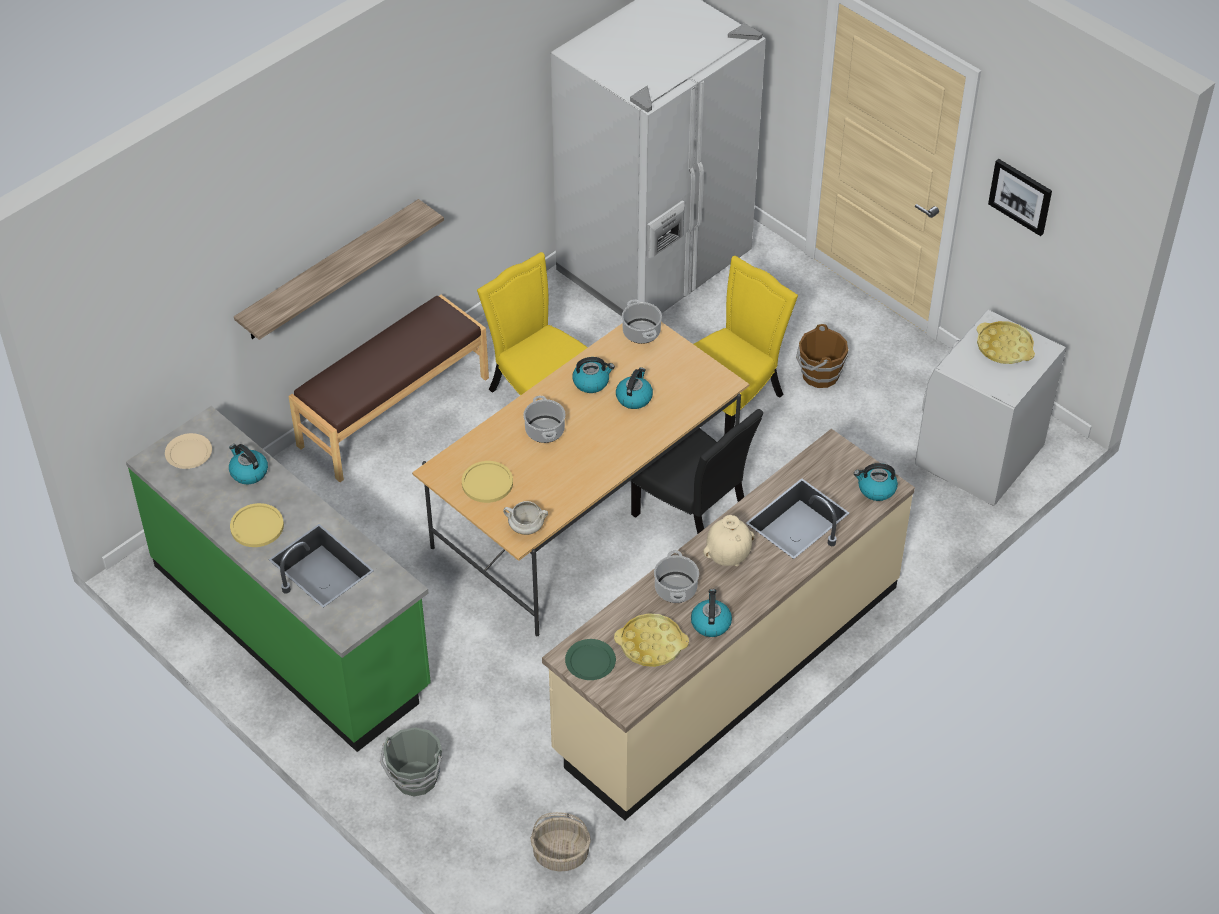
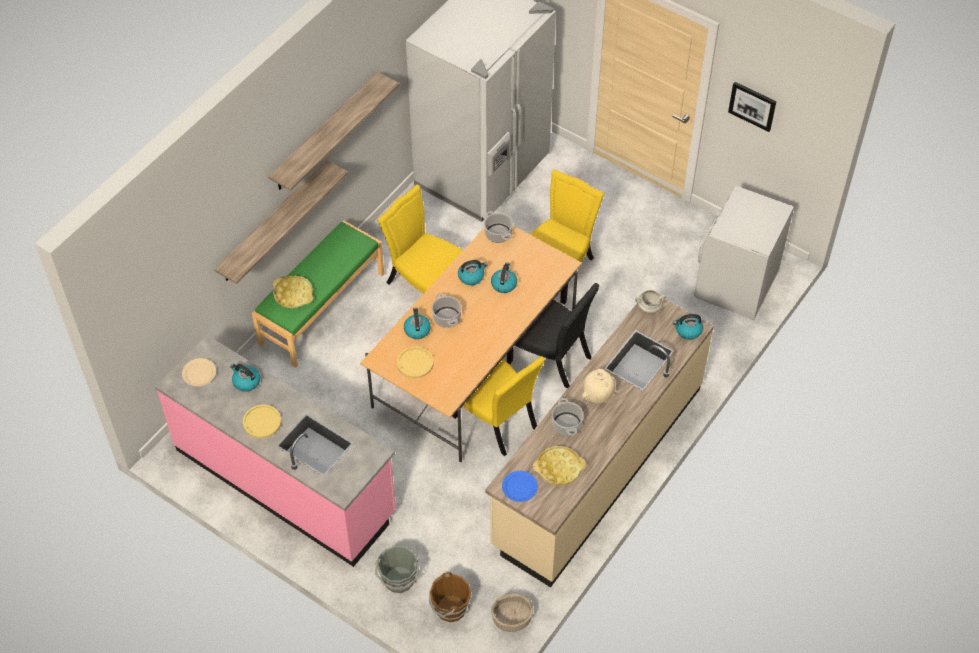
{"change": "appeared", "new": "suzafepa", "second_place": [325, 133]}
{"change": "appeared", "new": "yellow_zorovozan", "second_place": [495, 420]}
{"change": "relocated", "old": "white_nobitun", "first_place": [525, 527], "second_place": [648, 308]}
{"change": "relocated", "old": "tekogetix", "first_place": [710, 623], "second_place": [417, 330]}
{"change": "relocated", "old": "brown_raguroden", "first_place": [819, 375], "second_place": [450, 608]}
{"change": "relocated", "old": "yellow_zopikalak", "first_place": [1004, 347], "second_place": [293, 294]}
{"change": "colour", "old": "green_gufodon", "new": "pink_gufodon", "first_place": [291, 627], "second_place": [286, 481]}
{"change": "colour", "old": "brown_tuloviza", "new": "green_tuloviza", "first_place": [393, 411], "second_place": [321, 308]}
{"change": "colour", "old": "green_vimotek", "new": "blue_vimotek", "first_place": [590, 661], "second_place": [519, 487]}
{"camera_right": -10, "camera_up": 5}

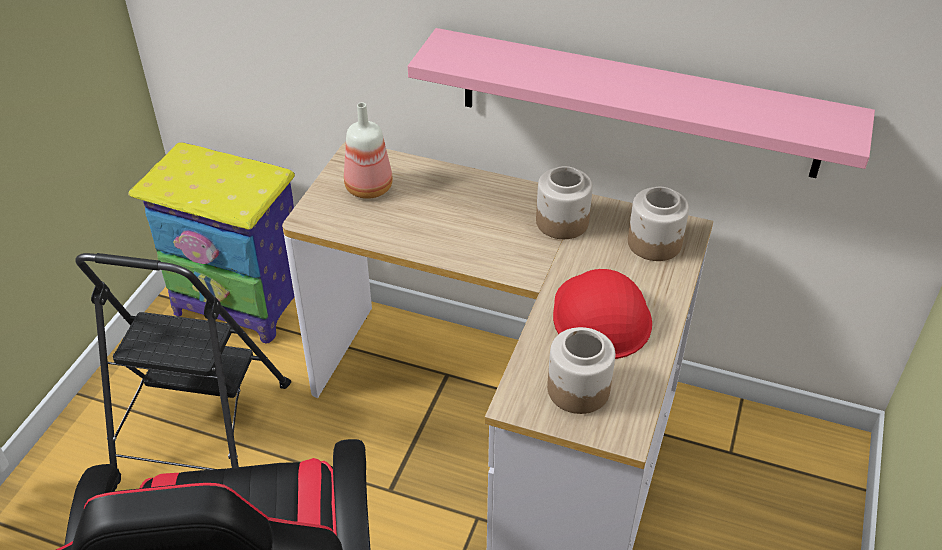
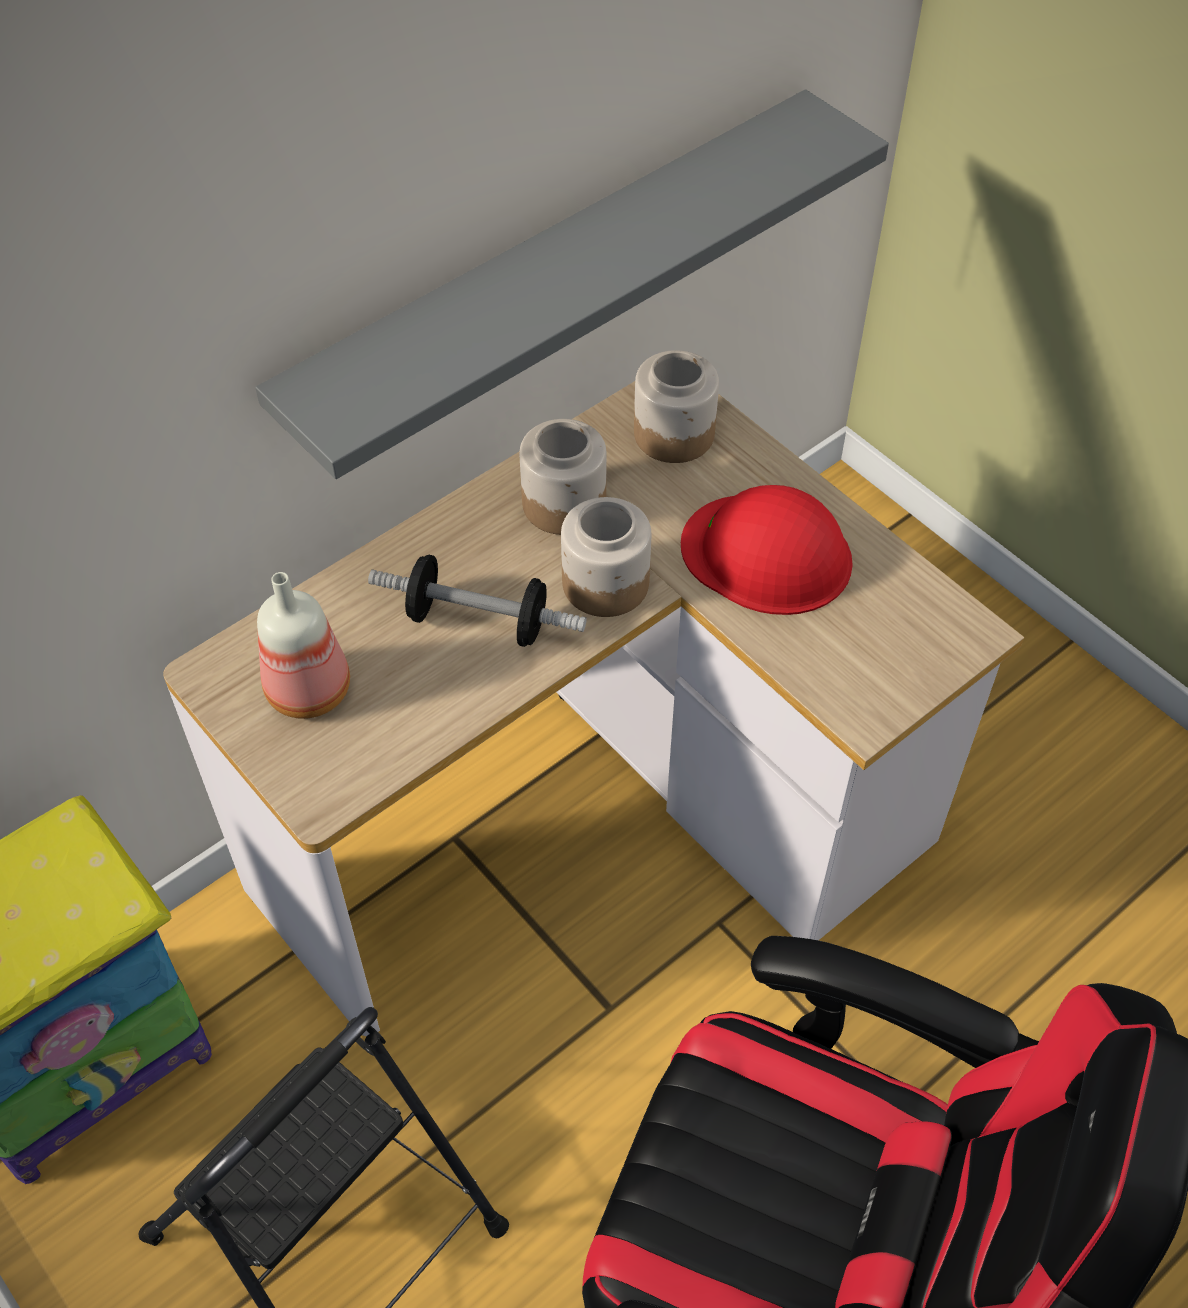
{"change": "appeared", "new": "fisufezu", "second_place": [478, 621]}
{"change": "relocated", "old": "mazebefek", "first_place": [577, 389], "second_place": [604, 583]}
{"change": "colour", "old": "pink_suzafepa", "new": "grey_suzafepa", "first_place": [638, 103], "second_place": [554, 280]}
{"camera_right": -60, "camera_up": 10}

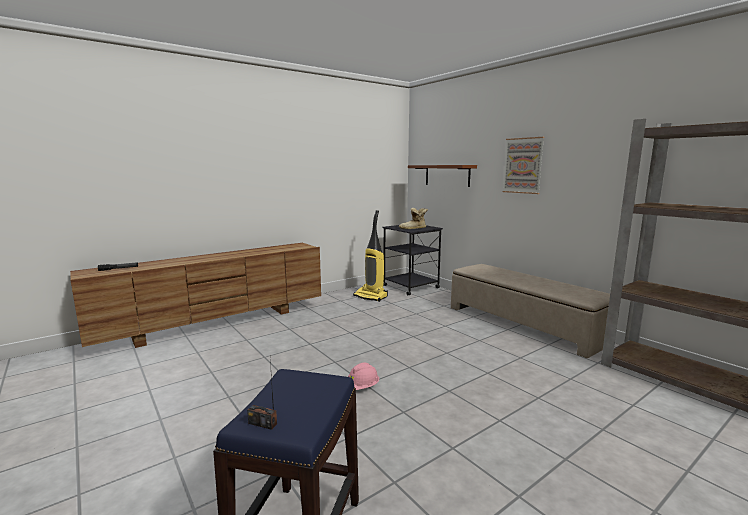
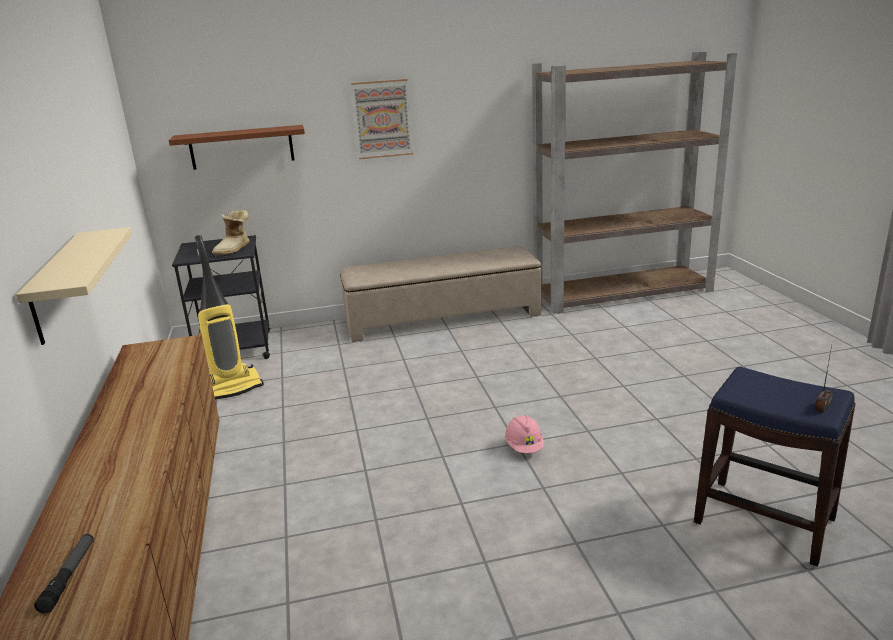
{"change": "appeared", "new": "beige_suzafepa", "second_place": [58, 286]}
{"camera_right": -65, "camera_up": 10}

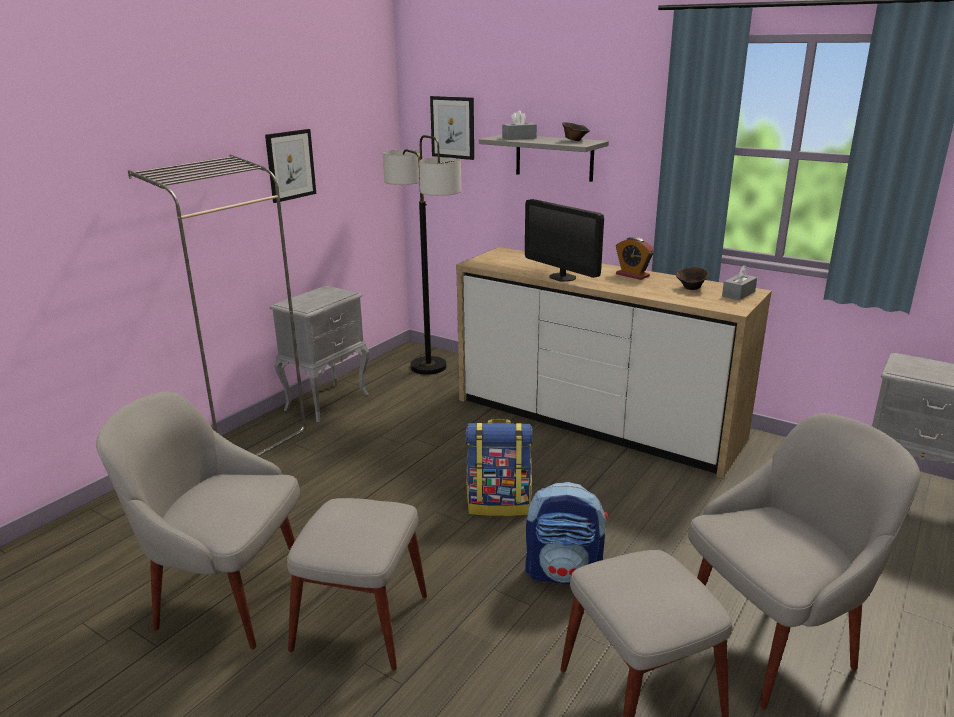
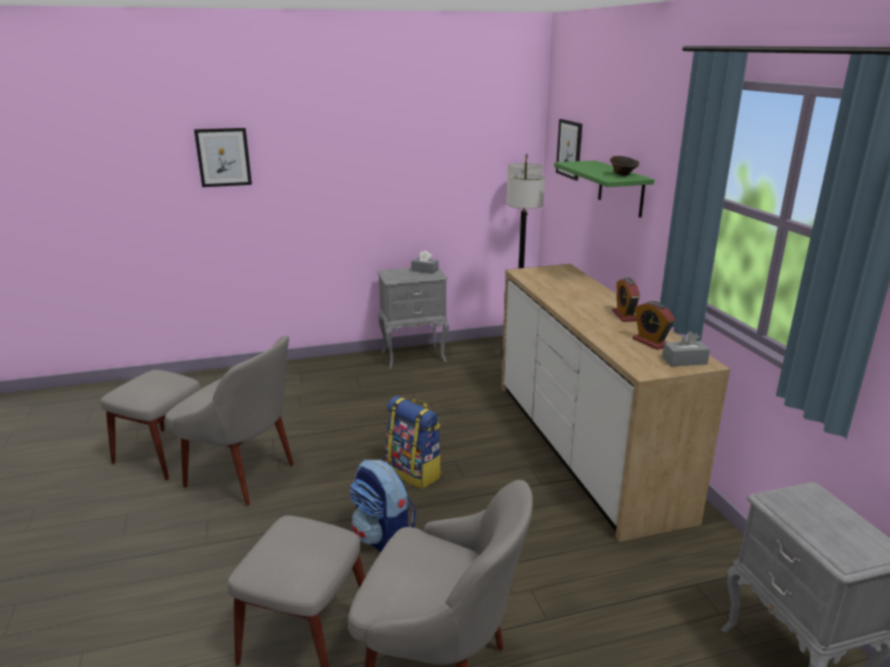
{"change": "missing", "old": "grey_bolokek", "first_place": [248, 443]}
{"change": "missing", "old": "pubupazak", "first_place": [562, 277]}
{"change": "relocated", "old": "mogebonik", "first_place": [290, 165], "second_place": [223, 157]}
{"change": "relocated", "old": "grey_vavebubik", "first_place": [519, 138], "second_place": [424, 270]}
{"change": "exchanged", "old": "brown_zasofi", "new": "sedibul", "first_place": [691, 288], "second_place": [650, 342]}
{"change": "colour", "old": "grey_suzafepa", "new": "green_suzafepa", "first_place": [554, 157], "second_place": [621, 188]}
{"change": "spun", "old": "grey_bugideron", "first_place": [275, 609], "second_place": [213, 468], "degrees": 150}
{"camera_right": 40, "camera_up": 0}

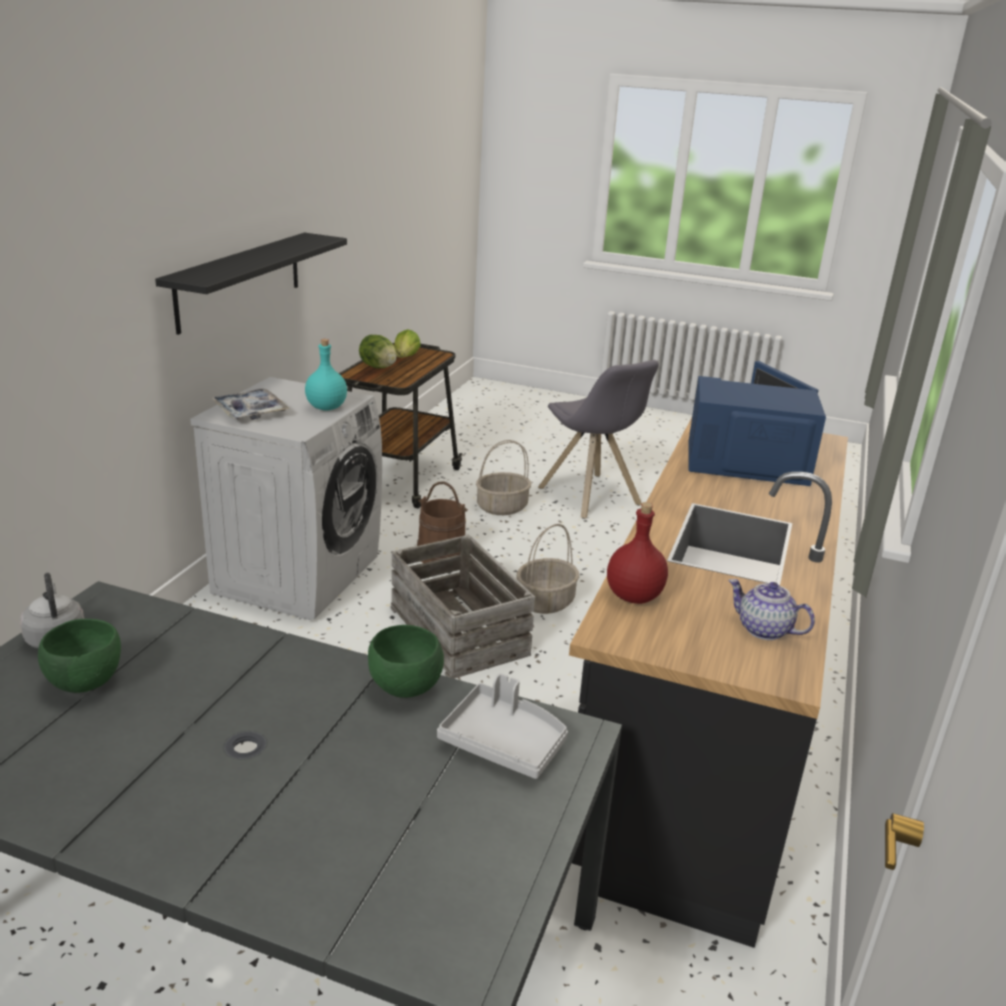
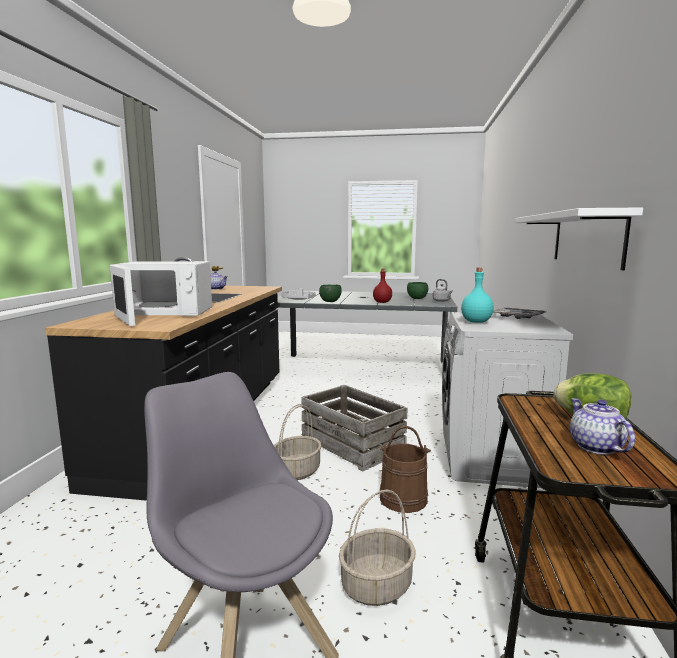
{"change": "relocated", "old": "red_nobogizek", "first_place": [634, 597], "second_place": [382, 302]}
{"change": "exchanged", "old": "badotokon", "new": "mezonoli", "first_place": [405, 358], "second_place": [595, 447]}
{"change": "colour", "old": "black_suzafepa", "new": "white_suzafepa", "first_place": [240, 280], "second_place": [586, 239]}
{"change": "colour", "old": "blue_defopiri", "new": "white_defopiri", "first_place": [749, 462], "second_place": [163, 313]}
{"camera_right": 170, "camera_up": -15}

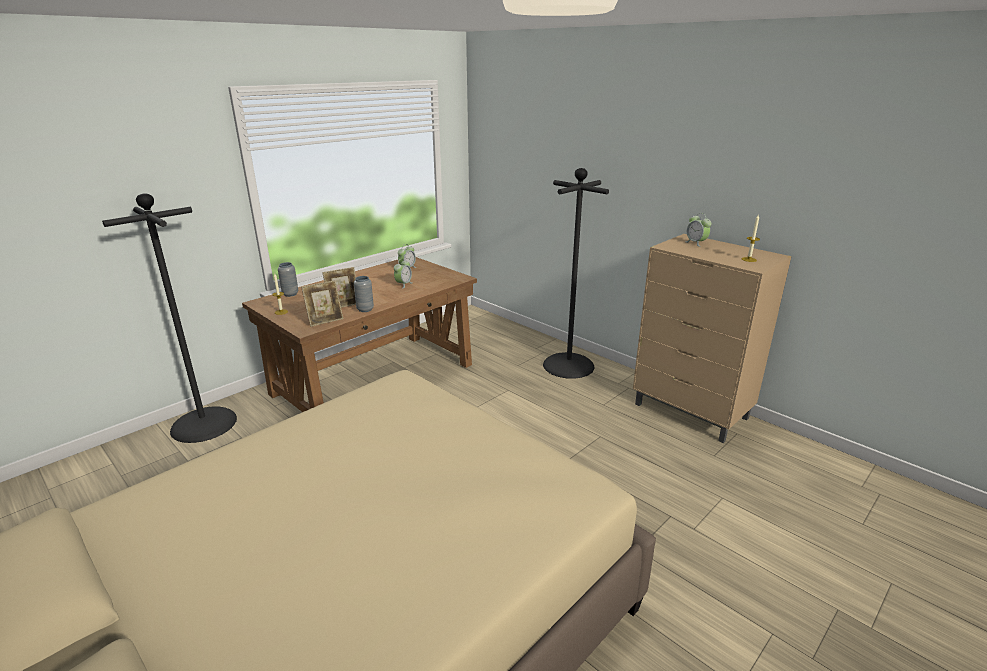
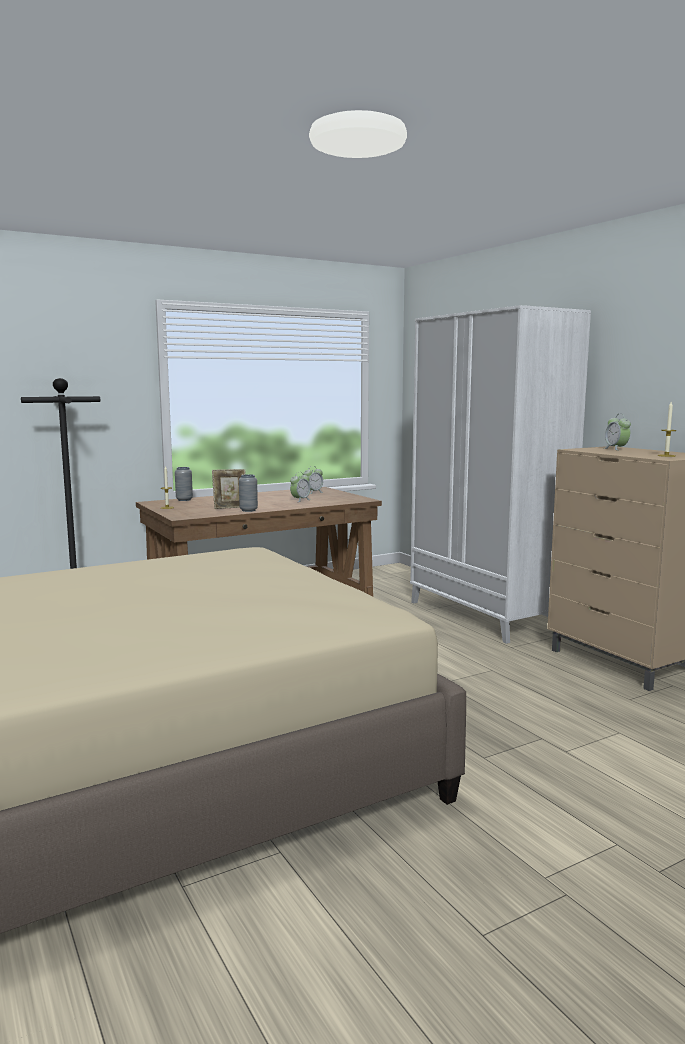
{"change": "missing", "old": "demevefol", "first_place": [325, 320]}
{"change": "exchanged", "old": "black_bolokek", "new": "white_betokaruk", "first_place": [568, 365], "second_place": [487, 615]}
{"camera_right": 15, "camera_up": -15}

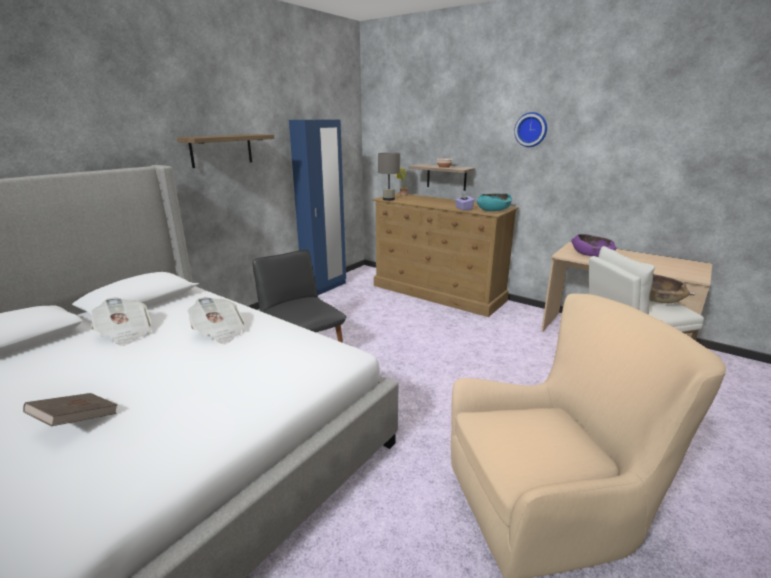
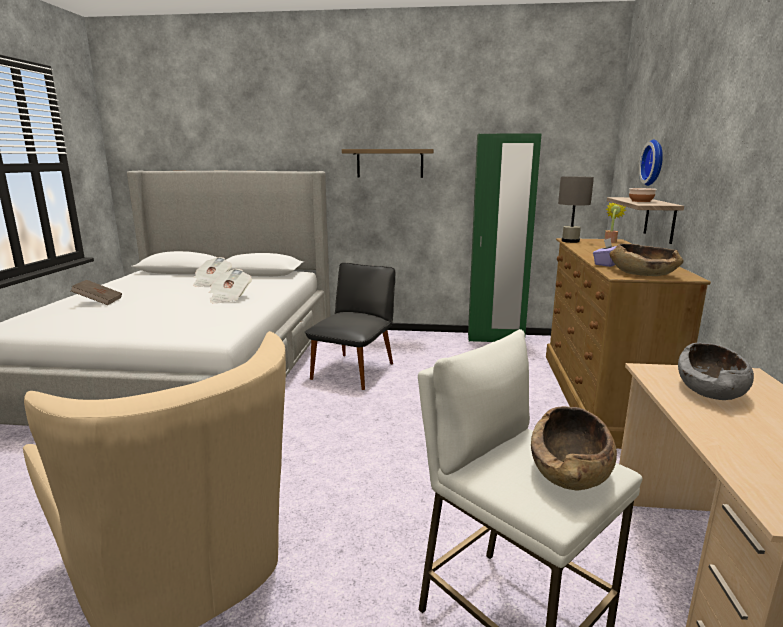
{"change": "relocated", "old": "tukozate", "first_place": [531, 129], "second_place": [655, 162]}
{"change": "colour", "old": "blue_betokaruk", "new": "green_betokaruk", "first_place": [325, 288], "second_place": [495, 338]}
{"change": "colour", "old": "turquoise_zasofi", "new": "brown_zasofi", "first_place": [493, 210], "second_place": [643, 273]}
{"change": "colour", "old": "purple_zasofi", "new": "grey_zasofi", "first_place": [591, 254], "second_place": [710, 390]}
{"camera_right": 60, "camera_up": -5}

